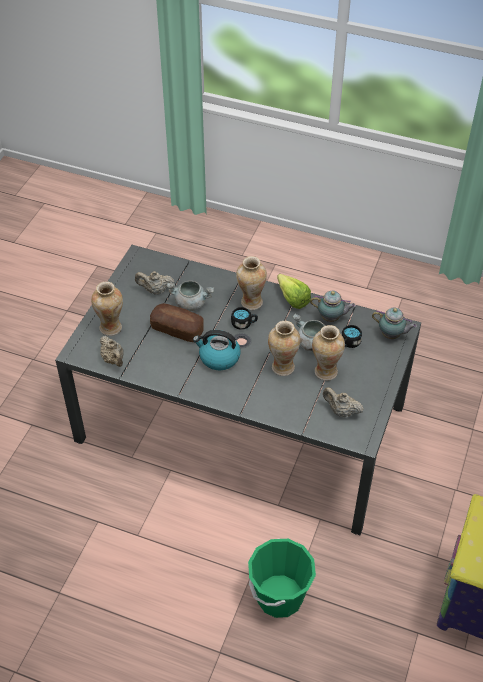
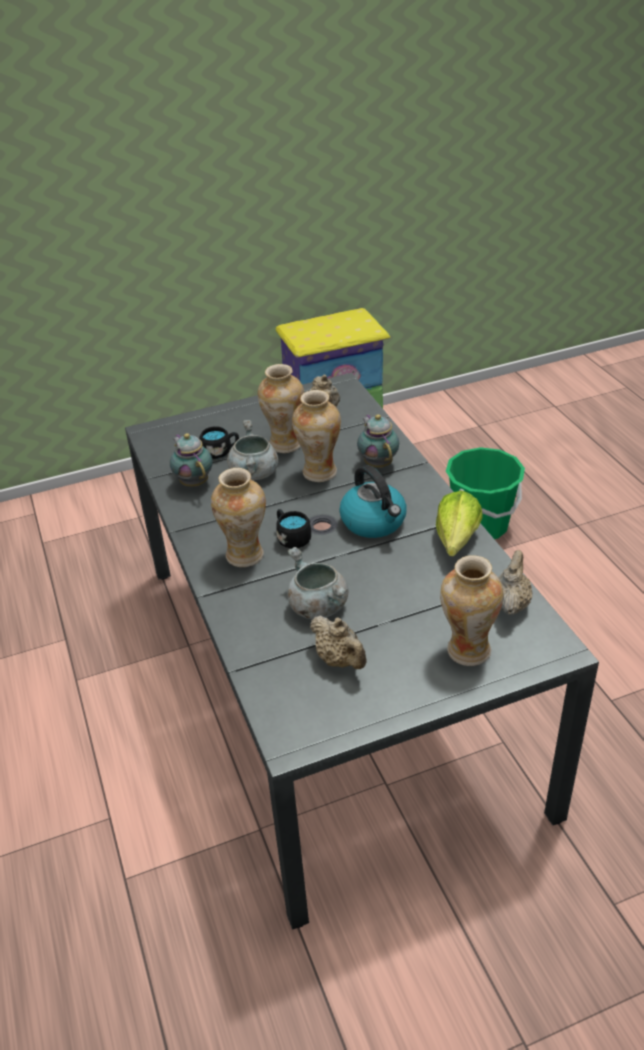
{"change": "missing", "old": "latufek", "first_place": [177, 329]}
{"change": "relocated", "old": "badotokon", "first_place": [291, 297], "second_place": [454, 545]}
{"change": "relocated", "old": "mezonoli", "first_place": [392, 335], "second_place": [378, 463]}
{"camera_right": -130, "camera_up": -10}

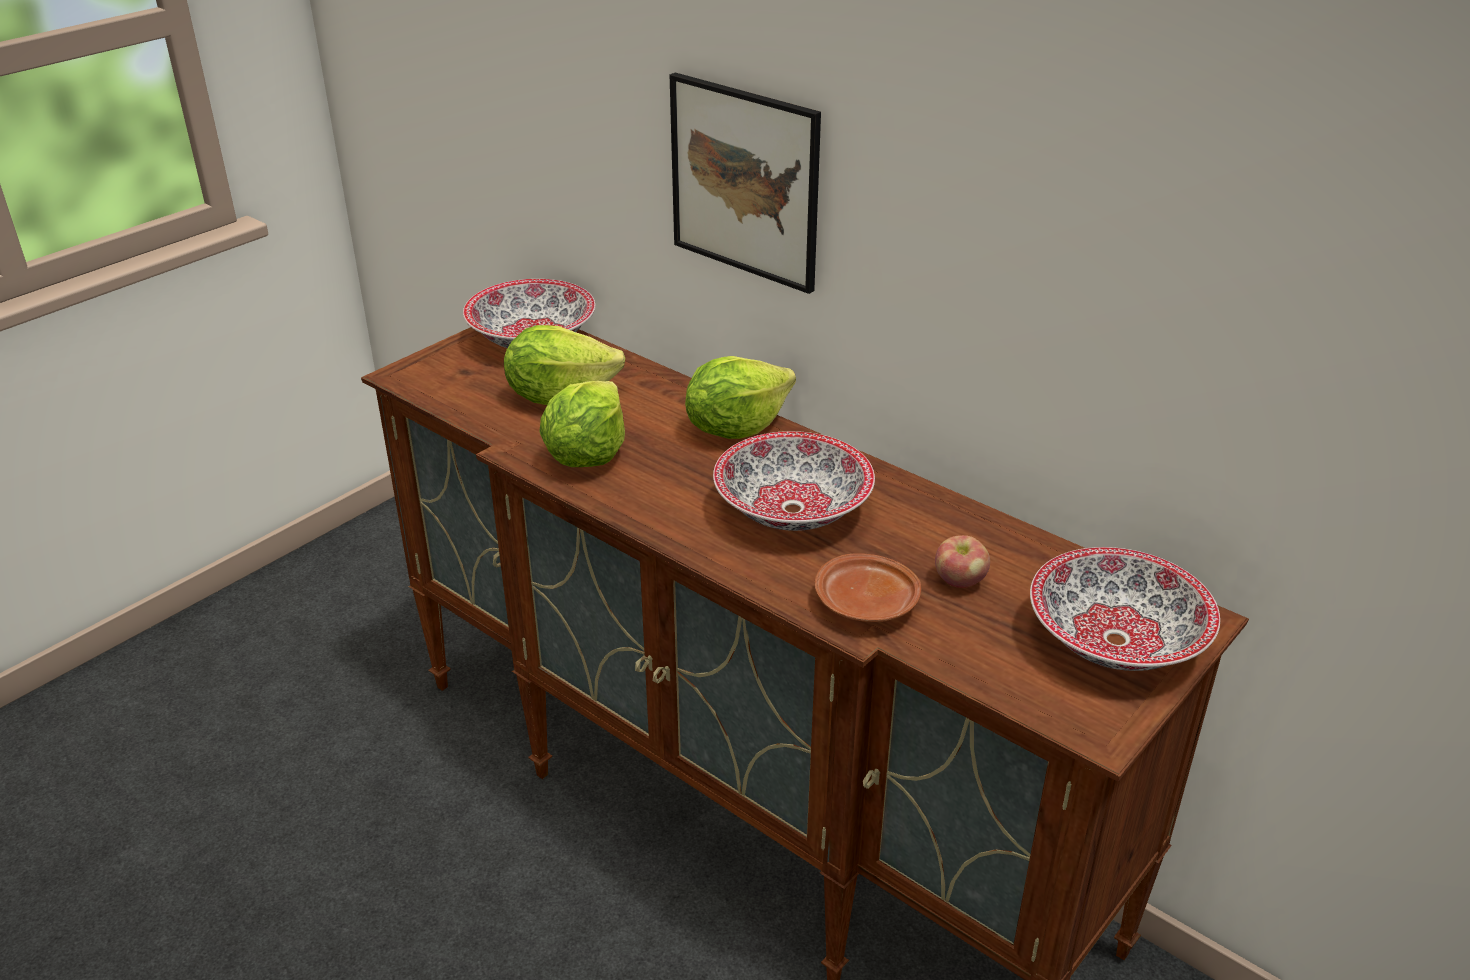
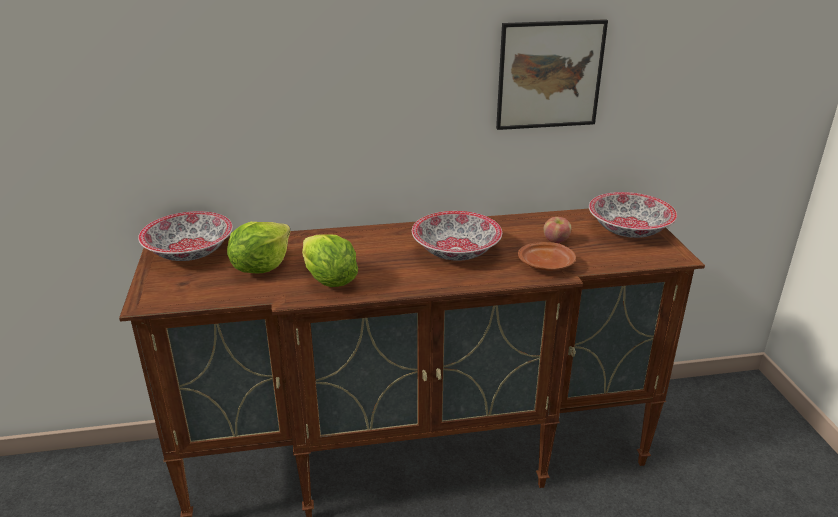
{"change": "missing", "old": "badotokon", "first_place": [736, 427]}
{"change": "relocated", "old": "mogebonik", "first_place": [745, 181], "second_place": [549, 75]}
{"camera_right": -50, "camera_up": -5}

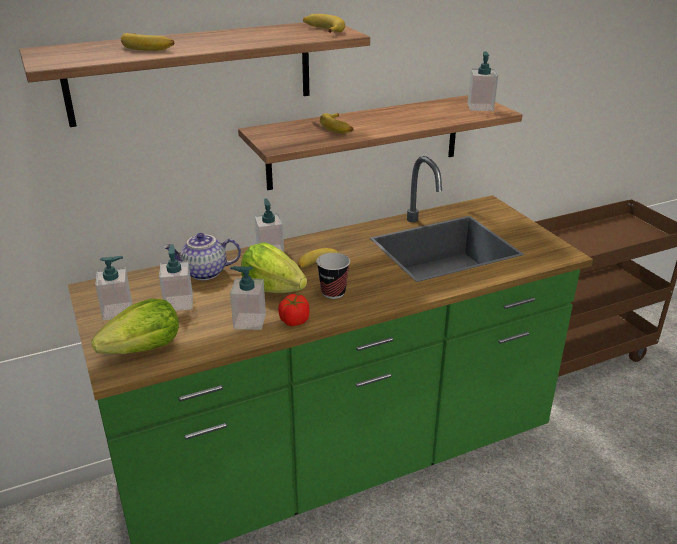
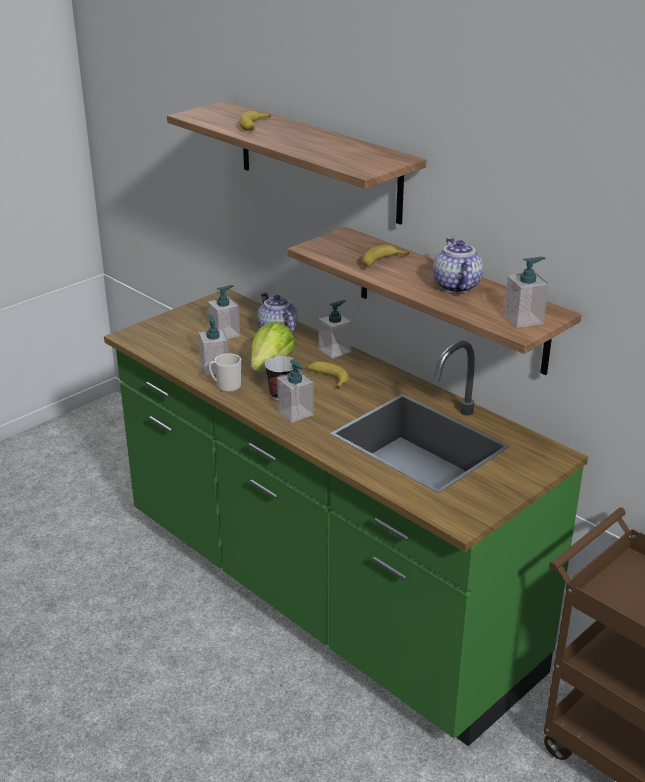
{"change": "missing", "old": "badotokon", "first_place": [144, 349]}
{"change": "missing", "old": "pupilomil", "first_place": [322, 30]}
{"change": "appeared", "new": "mezonoli", "second_place": [455, 286]}
{"change": "relocated", "old": "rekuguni", "first_place": [118, 311], "second_place": [296, 413]}
{"change": "exchanged", "old": "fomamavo", "new": "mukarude", "first_place": [294, 321], "second_place": [226, 386]}
{"camera_right": 70, "camera_up": 0}

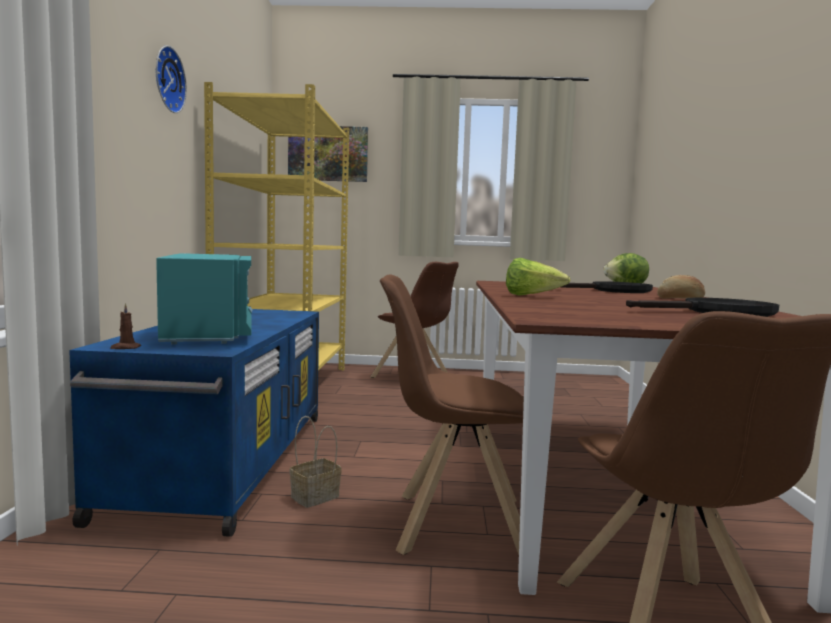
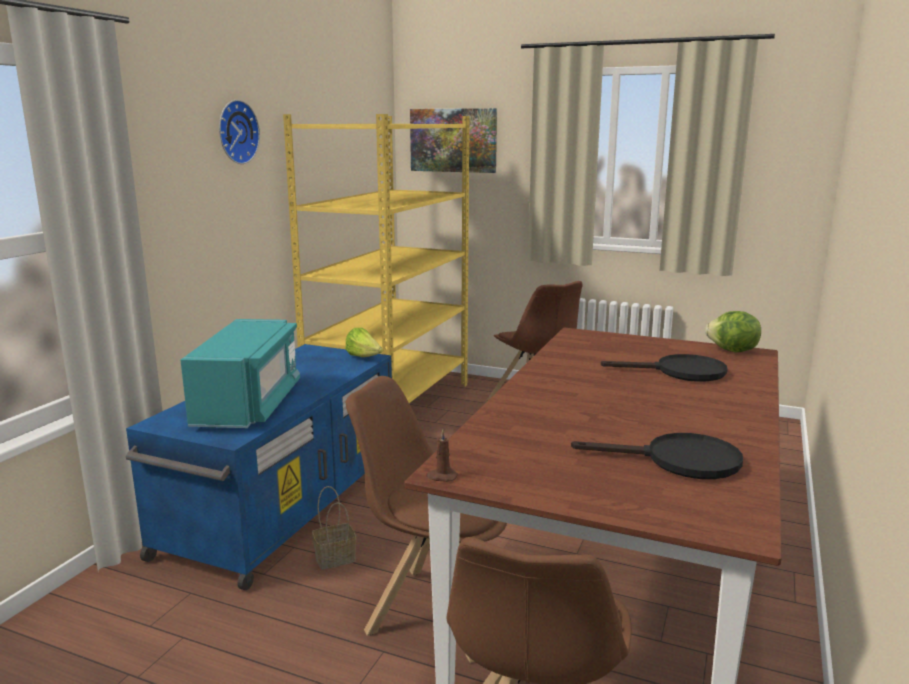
{"change": "missing", "old": "latufek", "first_place": [681, 299]}
{"change": "relocated", "old": "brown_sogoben", "first_place": [125, 348], "second_place": [441, 476]}
{"change": "relocated", "old": "badotokon", "first_place": [531, 296], "second_place": [364, 357]}
{"camera_right": 20, "camera_up": 10}

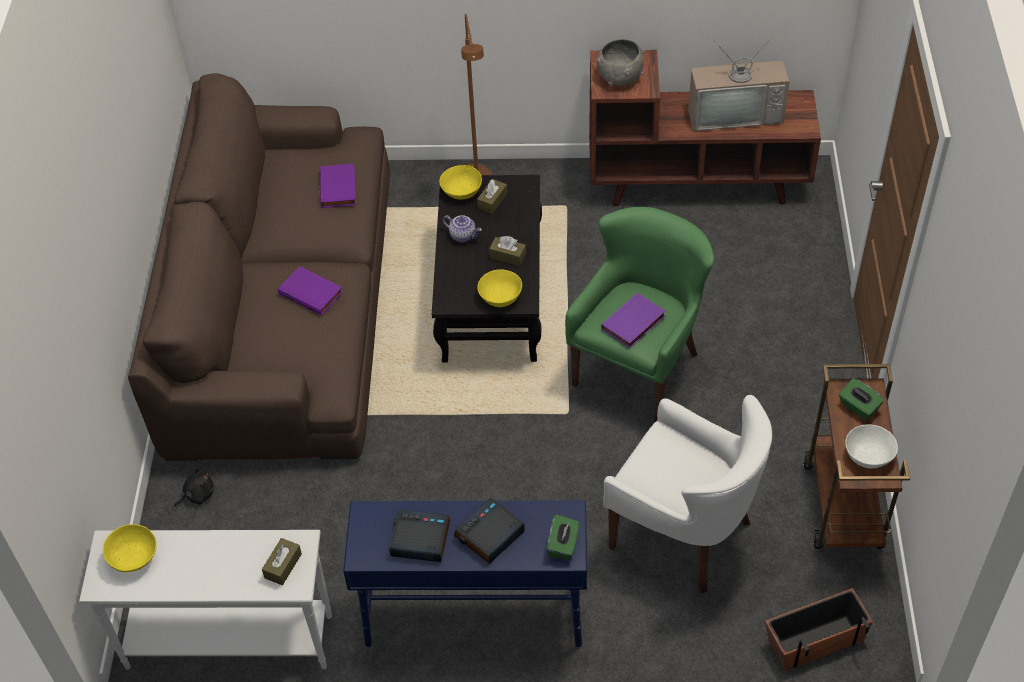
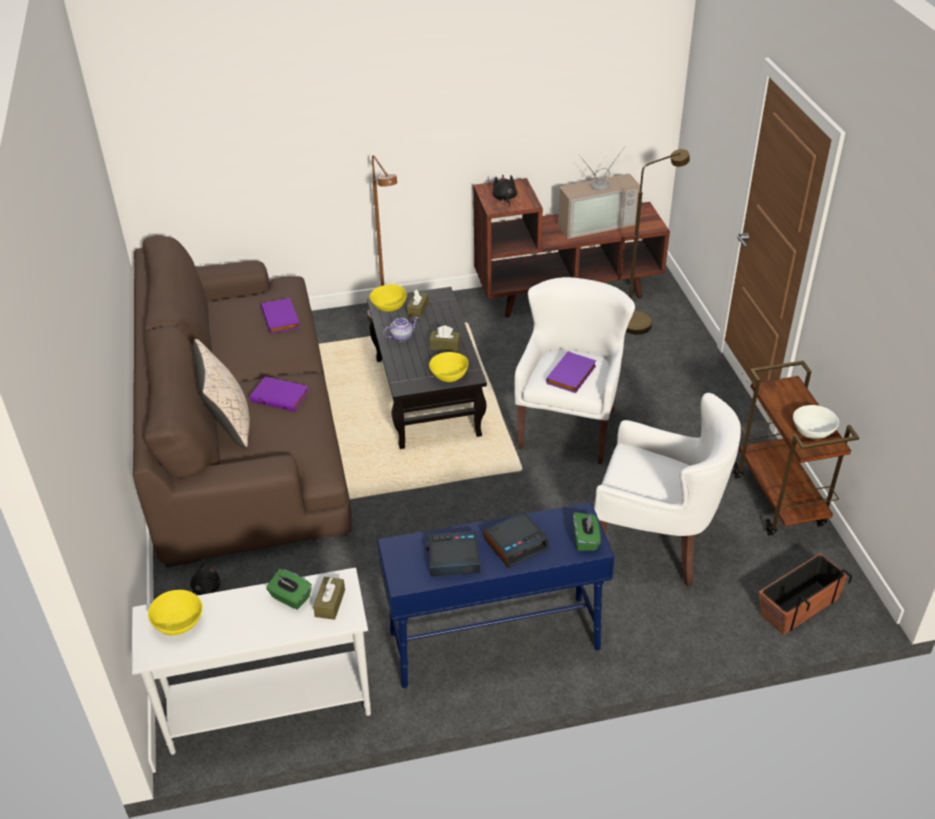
{"change": "appeared", "new": "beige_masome", "second_place": [229, 424]}
{"change": "appeared", "new": "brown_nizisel", "second_place": [642, 321]}
{"change": "relocated", "old": "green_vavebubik", "first_place": [858, 407], "second_place": [290, 598]}
{"change": "exchanged", "old": "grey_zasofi", "new": "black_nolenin", "first_place": [619, 77], "second_place": [504, 198]}
{"change": "colour", "old": "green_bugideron", "new": "white_bugideron", "first_place": [638, 368], "second_place": [569, 427]}
{"change": "spun", "old": "mezonoli", "first_place": [463, 235], "second_place": [401, 337], "degrees": -45}
{"change": "spun", "old": "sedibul", "first_place": [489, 535], "second_place": [516, 544], "degrees": -150}
{"camera_right": -15, "camera_up": -10}

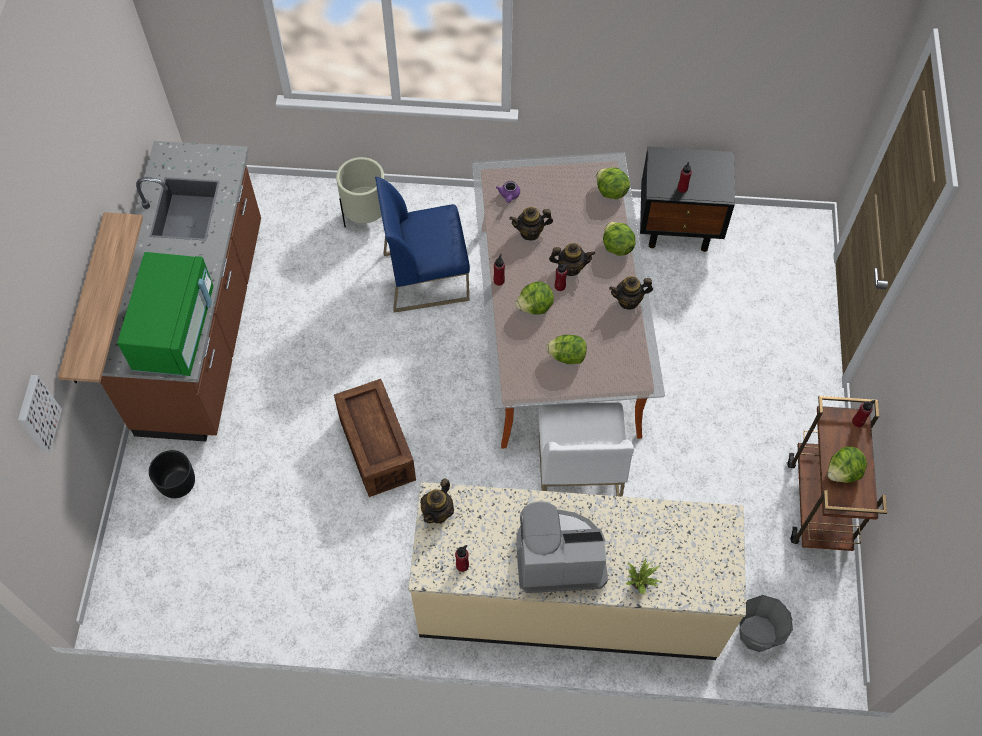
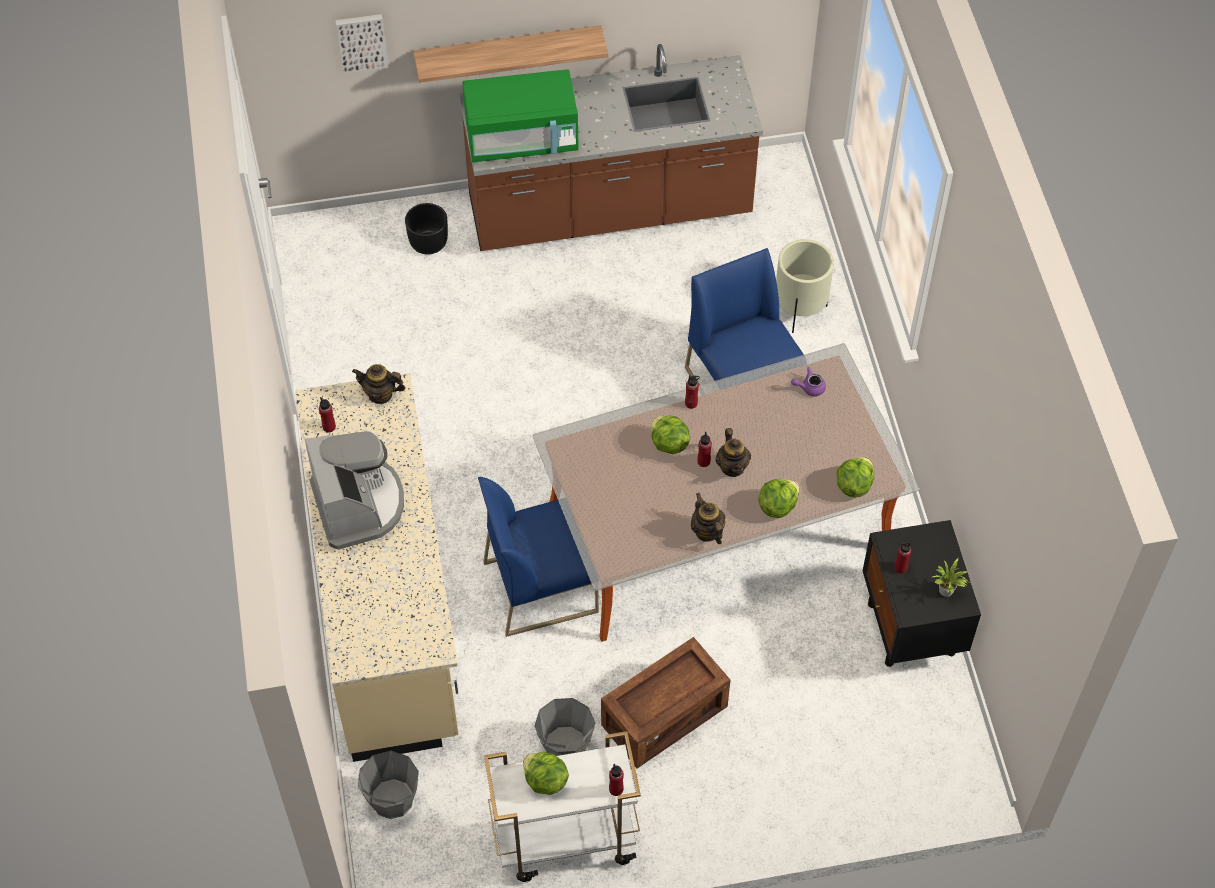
{"change": "missing", "old": "mezonoli", "first_place": [530, 232]}
{"change": "missing", "old": "badotokon", "first_place": [567, 356]}
{"change": "appeared", "new": "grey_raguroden", "second_place": [565, 746]}
{"change": "relocated", "old": "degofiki", "first_place": [377, 448], "second_place": [664, 716]}
{"change": "relocated", "old": "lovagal", "first_place": [640, 586], "second_place": [947, 592]}
{"change": "colour", "old": "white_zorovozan", "new": "blue_zorovozan", "first_place": [577, 471], "second_place": [541, 586]}
{"change": "colour", "old": "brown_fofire", "new": "white_fofire", "first_place": [817, 508], "second_place": [563, 842]}
{"camera_right": 75, "camera_up": -5}

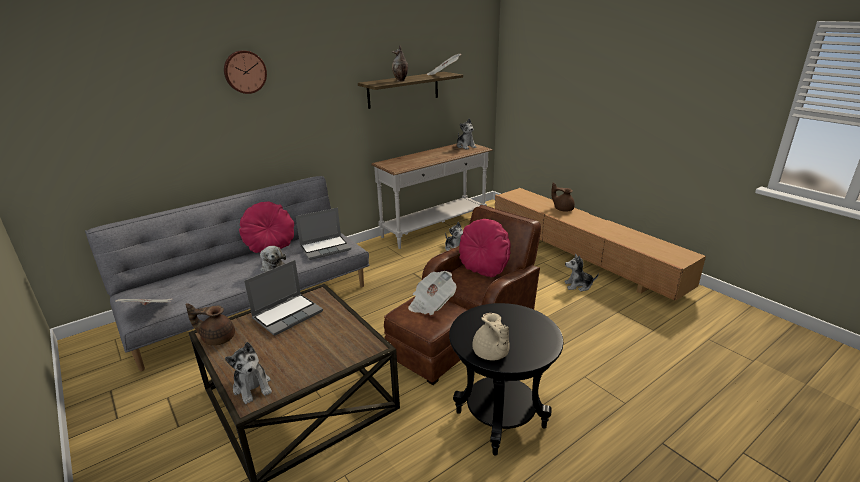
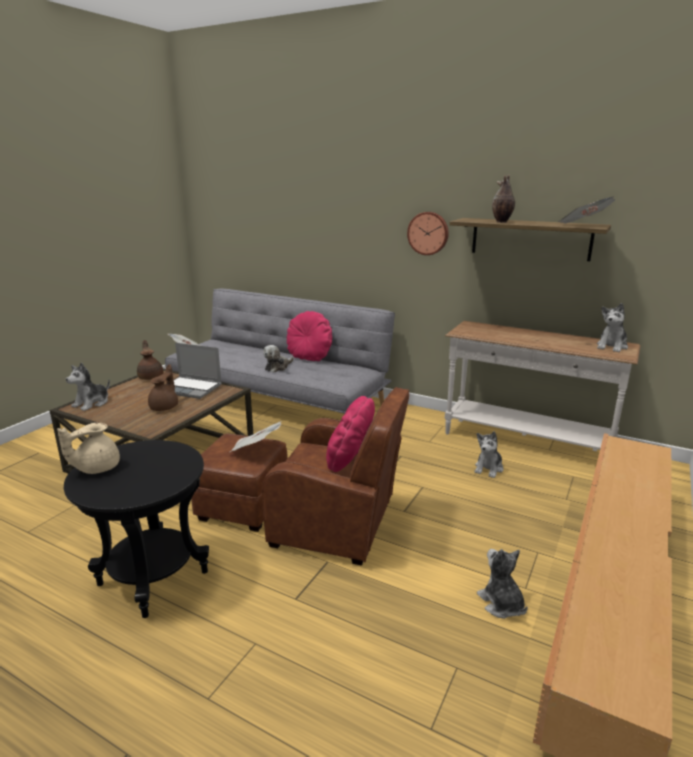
{"change": "missing", "old": "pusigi", "first_place": [325, 248]}
{"change": "relocated", "old": "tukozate", "first_place": [244, 72], "second_place": [428, 233]}
{"change": "relocated", "old": "brown_mezonoli", "first_place": [562, 209], "second_place": [165, 407]}
{"camera_right": 65, "camera_up": -5}

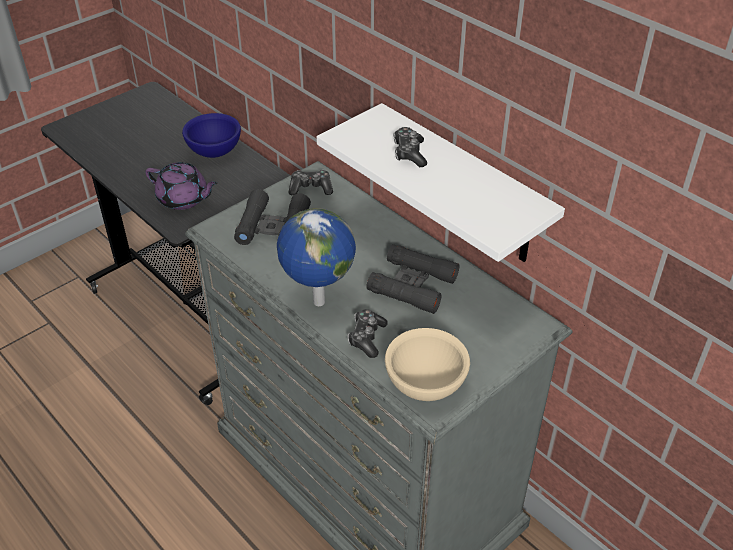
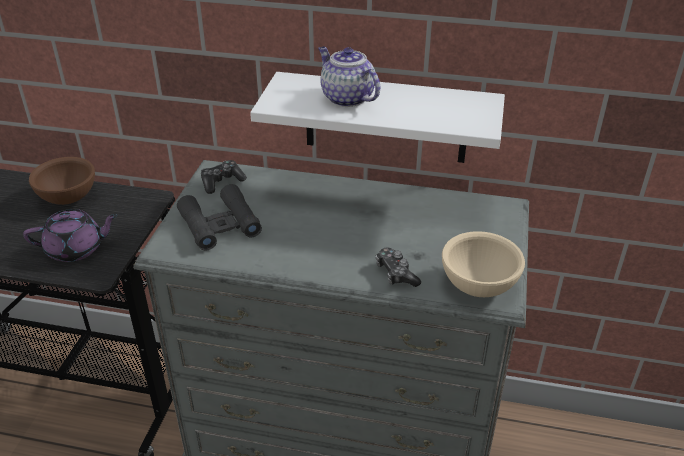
{"change": "missing", "old": "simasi", "first_place": [317, 302]}
{"change": "missing", "old": "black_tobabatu", "first_place": [412, 285]}
{"change": "exchanged", "old": "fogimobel", "new": "mezonoli", "first_place": [409, 153], "second_place": [346, 98]}
{"change": "colour", "old": "blue_zasofi", "new": "brown_zasofi", "first_place": [214, 151], "second_place": [67, 198]}
{"camera_right": -35, "camera_up": -5}

